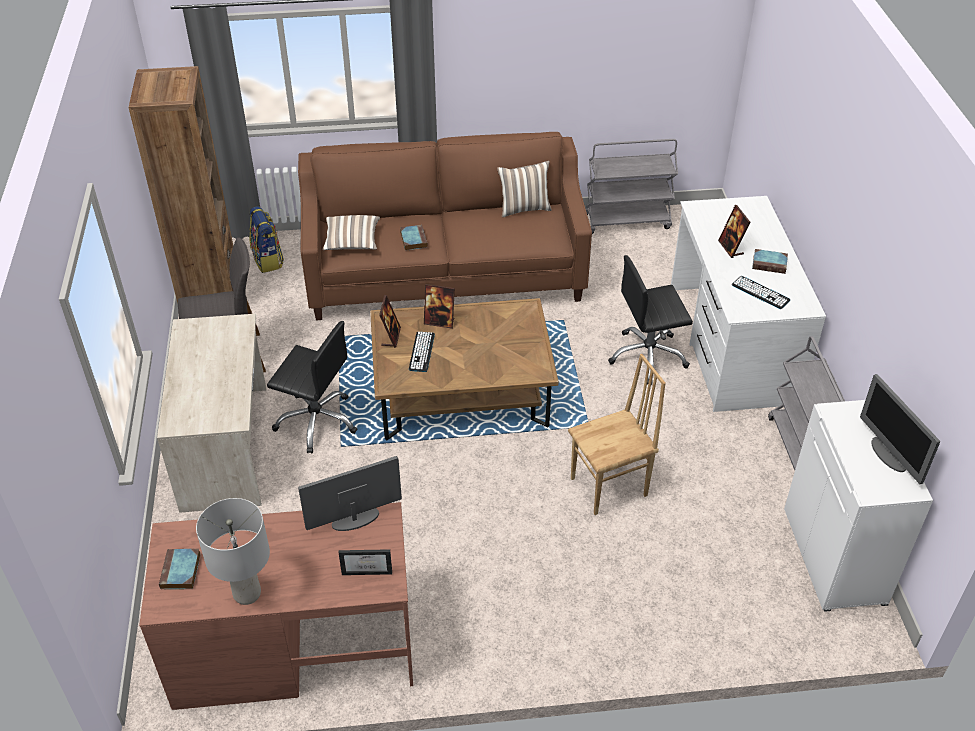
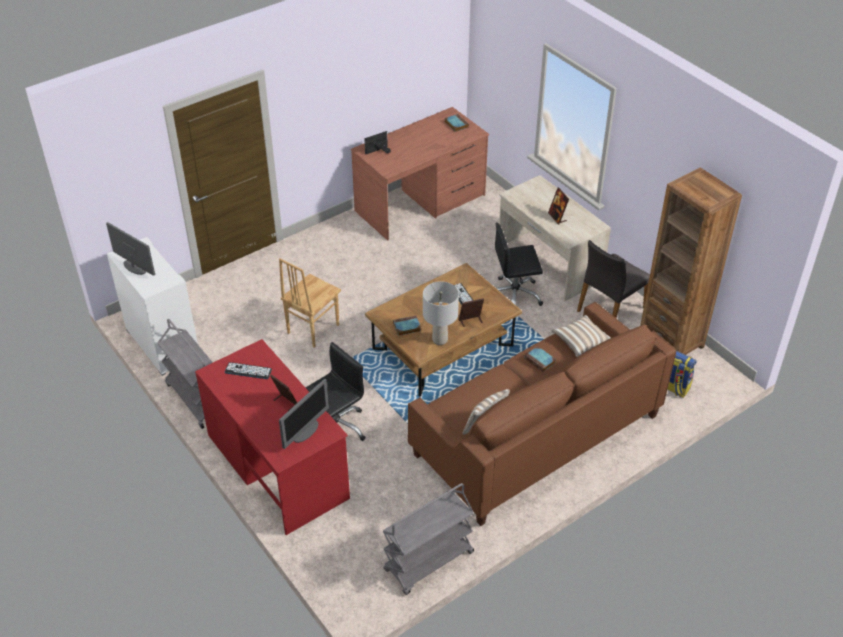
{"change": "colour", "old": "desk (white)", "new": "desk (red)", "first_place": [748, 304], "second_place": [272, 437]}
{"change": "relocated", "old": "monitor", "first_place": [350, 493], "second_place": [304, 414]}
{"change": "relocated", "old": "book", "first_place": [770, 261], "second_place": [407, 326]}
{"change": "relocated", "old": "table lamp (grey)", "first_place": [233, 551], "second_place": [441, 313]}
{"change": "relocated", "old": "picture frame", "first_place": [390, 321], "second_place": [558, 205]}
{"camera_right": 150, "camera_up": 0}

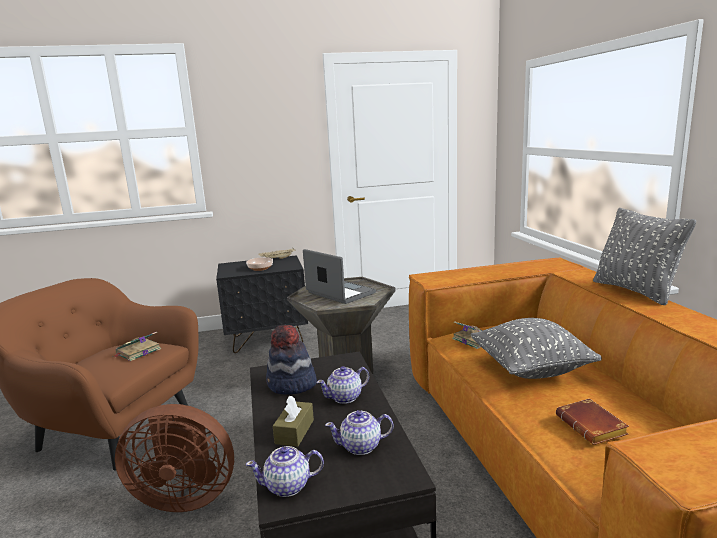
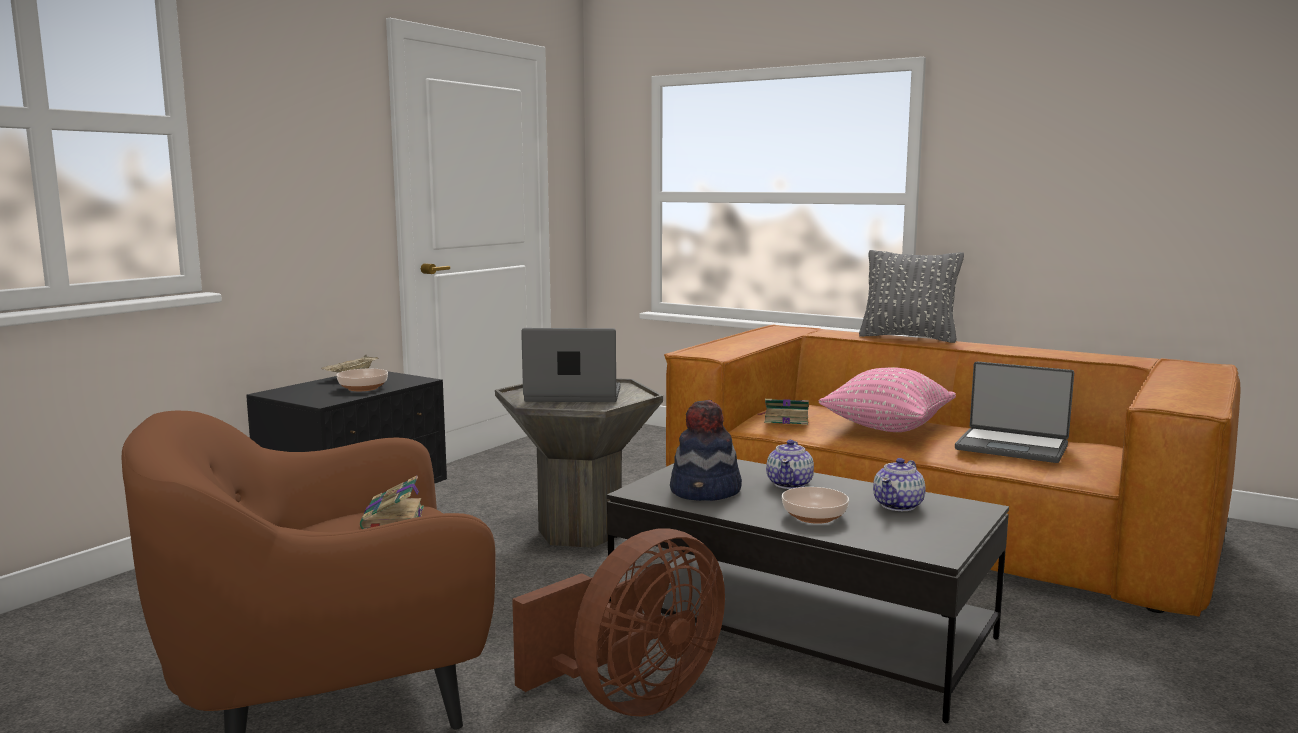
{"change": "exchanged", "old": "tissue box (brown)", "new": "bowl", "first_place": [293, 421], "second_place": [815, 505]}
{"change": "colour", "old": "pillow (grey)", "new": "pillow (pink)", "first_place": [536, 348], "second_place": [887, 399]}
{"change": "exchanged", "old": "book (brown)", "new": "laptop", "first_place": [592, 422], "second_place": [1014, 412]}
{"change": "missing", "old": "teapot", "first_place": [285, 471]}
{"camera_right": -45, "camera_up": -5}

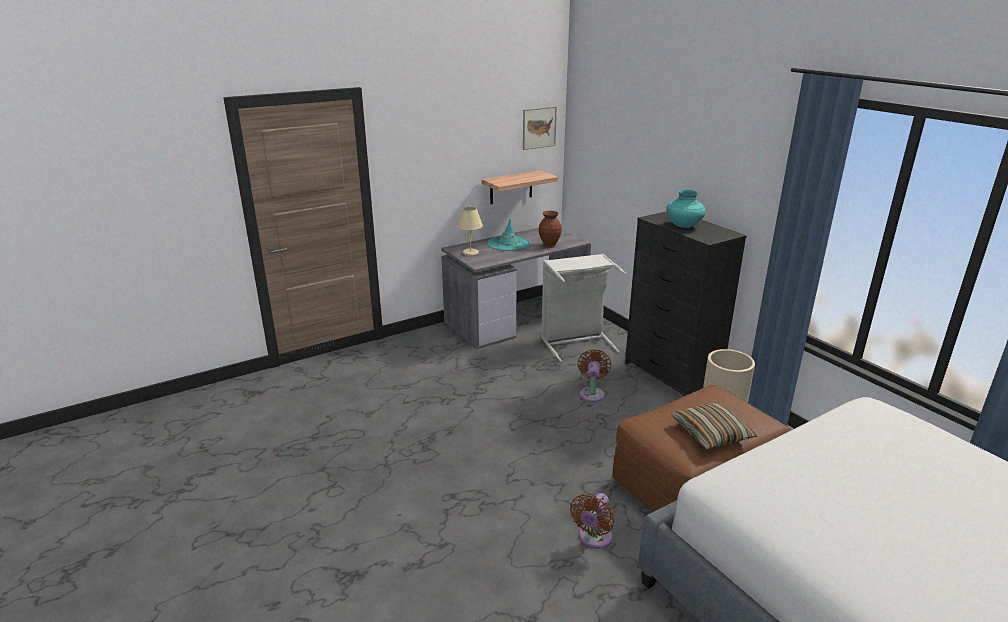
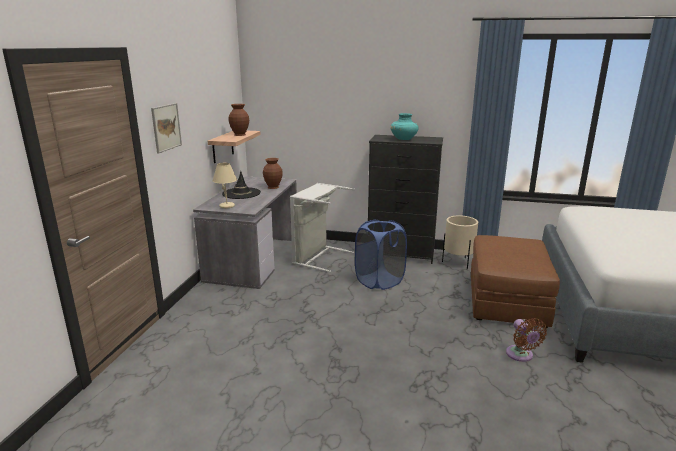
{"change": "relocated", "old": "picture", "first_place": [540, 128], "second_place": [166, 128]}
{"change": "colour", "old": "hat (turquoise)", "new": "hat (black)", "first_place": [508, 235], "second_place": [241, 185]}
{"change": "appeared", "new": "vase (brown)", "second_place": [239, 120]}
{"change": "exchanged", "old": "fan (brown)", "new": "laundry basket (blue)", "first_place": [594, 375], "second_place": [381, 255]}
{"change": "missing", "old": "pillow", "first_place": [714, 426]}
{"camera_right": -45, "camera_up": -5}

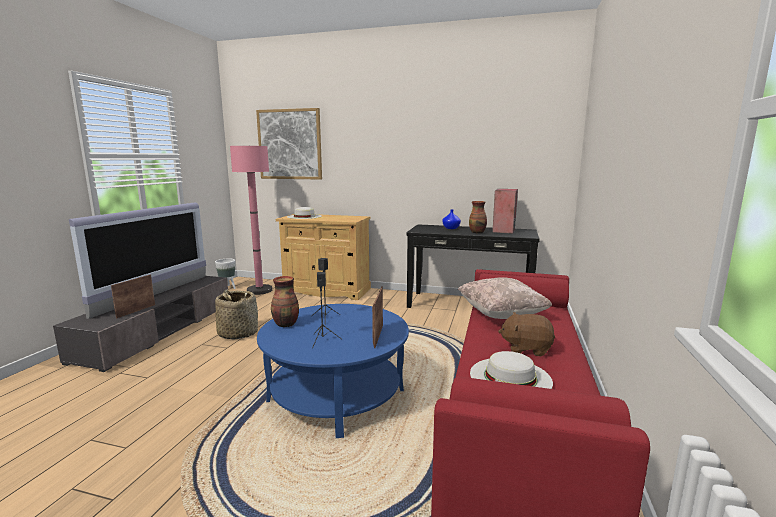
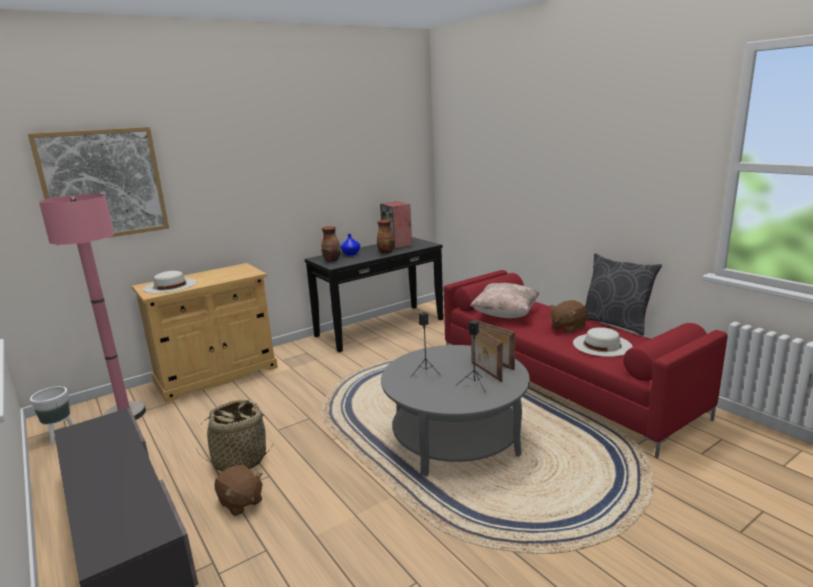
{"change": "appeared", "new": "plush toy (brown)", "second_place": [238, 490]}
{"change": "relocated", "old": "vase", "first_place": [285, 301], "second_place": [331, 244]}
{"change": "colour", "old": "coffee table (blue)", "new": "coffee table (grey)", "first_place": [333, 371], "second_place": [455, 411]}
{"change": "relocated", "old": "picture frame", "first_place": [133, 296], "second_place": [487, 356]}
{"change": "appeared", "new": "pillow (grey)", "second_place": [623, 294]}
{"change": "missing", "old": "television", "first_place": [137, 260]}
{"camera_right": -50, "camera_up": 5}

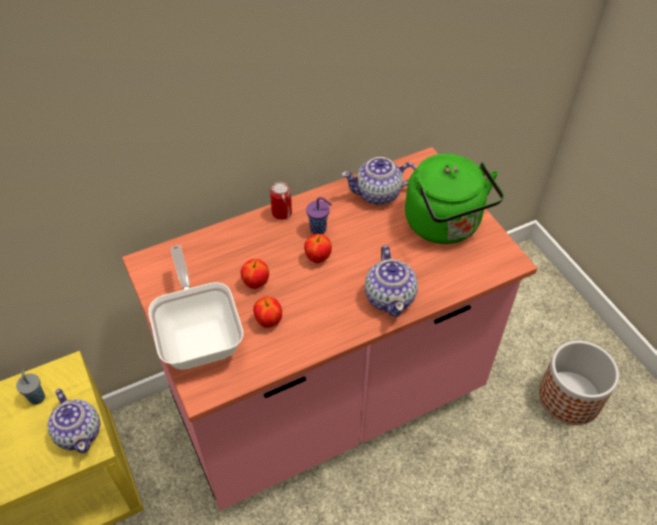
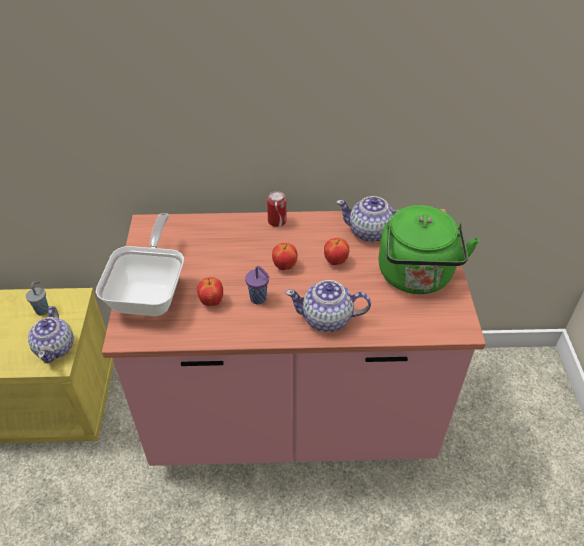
{"change": "relocated", "old": "cup (purple)", "first_place": [319, 215], "second_place": [257, 285]}
{"change": "spun", "old": "teapot", "first_place": [391, 281], "second_place": [328, 306], "degrees": 75}
{"change": "relocated", "old": "apple", "first_place": [255, 274], "second_place": [336, 251]}
{"change": "missing", "old": "planter", "first_place": [579, 383]}
{"camera_right": 25, "camera_up": -5}

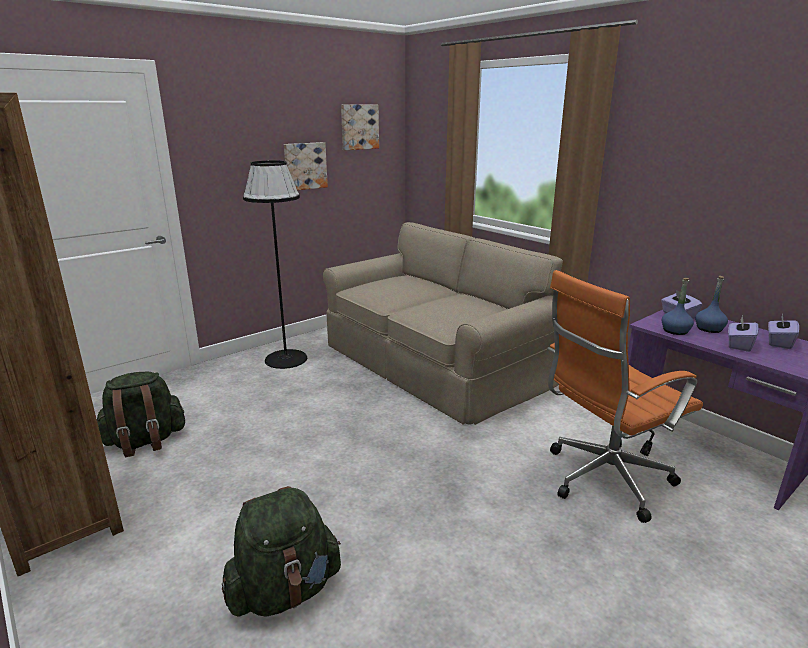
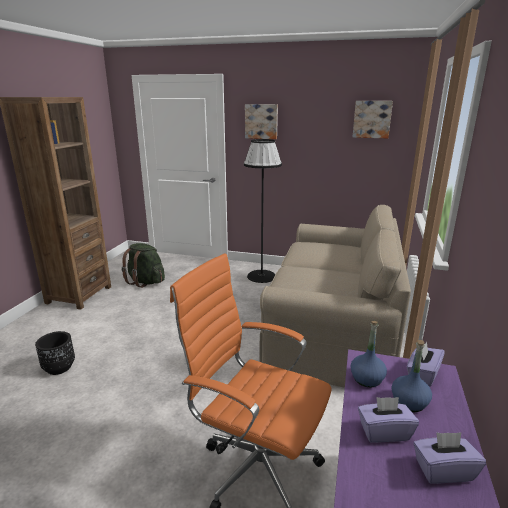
{"change": "exchanged", "old": "backpack (green)", "new": "planter (black)", "first_place": [281, 551], "second_place": [55, 353]}
{"change": "relocated", "old": "picture", "first_place": [306, 166], "second_place": [261, 121]}
{"camera_right": 55, "camera_up": 0}

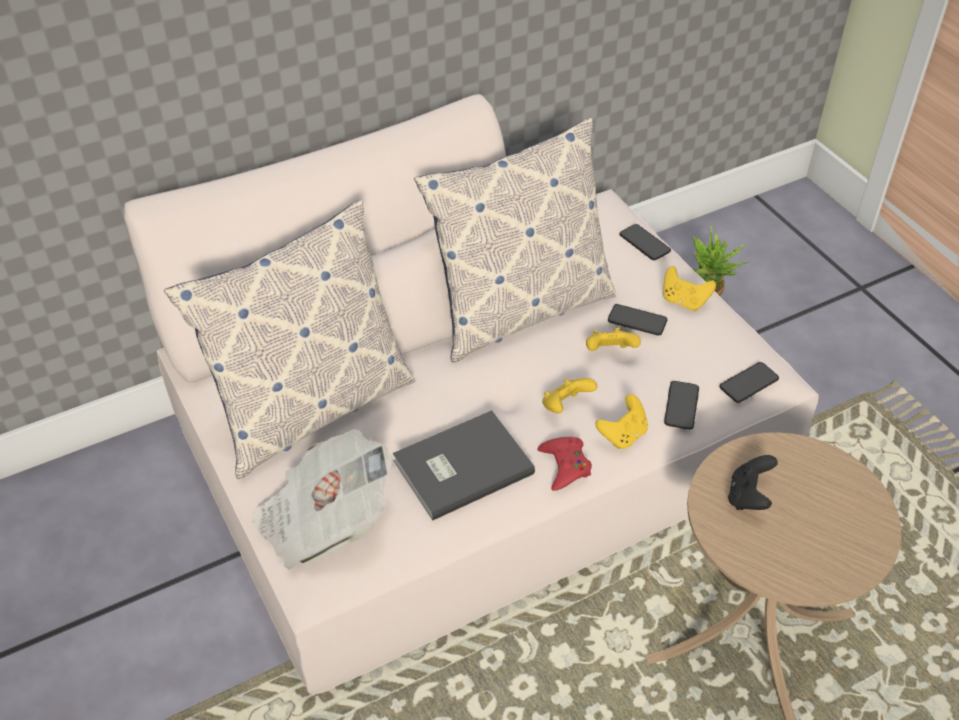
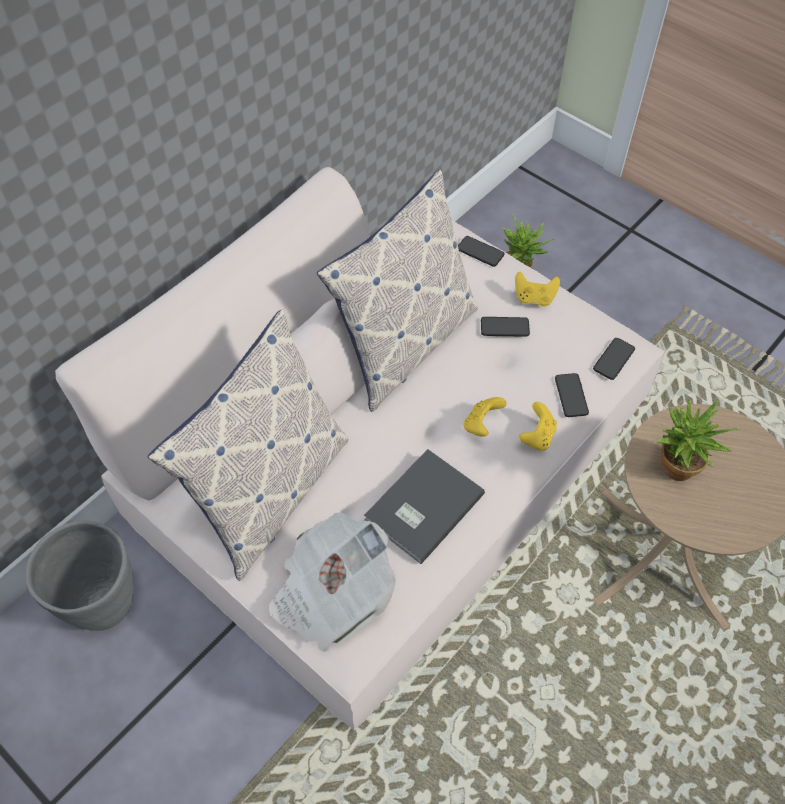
{"change": "appeared", "new": "planter (grey)", "second_place": [79, 576]}
{"change": "exchanged", "old": "game controller (black)", "new": "potted plant", "first_place": [753, 482], "second_place": [699, 440]}
{"change": "missing", "old": "game controller (red)", "first_place": [564, 464]}
{"change": "missing", "old": "game controller (yellow)", "first_place": [613, 339]}
{"camera_right": -20, "camera_up": 10}

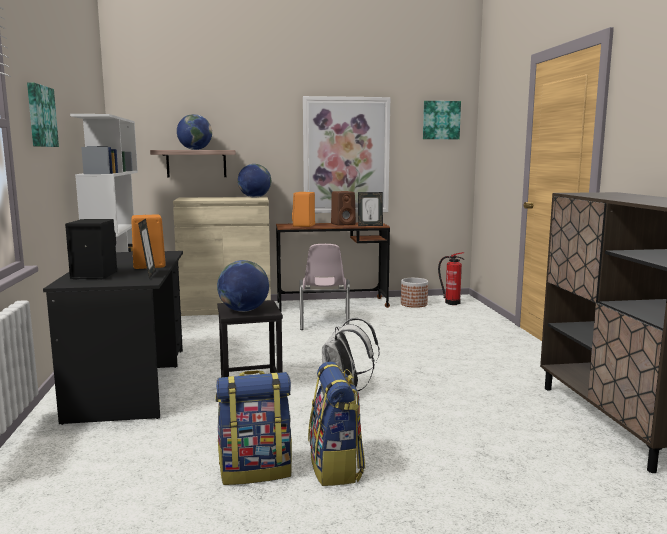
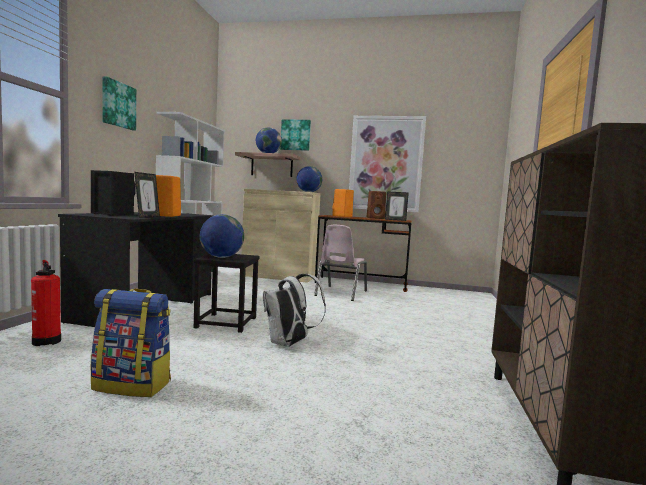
{"change": "relocated", "old": "fire extinguisher", "first_place": [451, 278], "second_place": [46, 303]}
{"change": "relocated", "old": "picture", "first_place": [442, 120], "second_place": [295, 135]}
{"change": "missing", "old": "backpack", "first_place": [336, 423]}
{"change": "missing", "old": "planter", "first_place": [414, 293]}
{"camera_right": 20, "camera_up": -5}

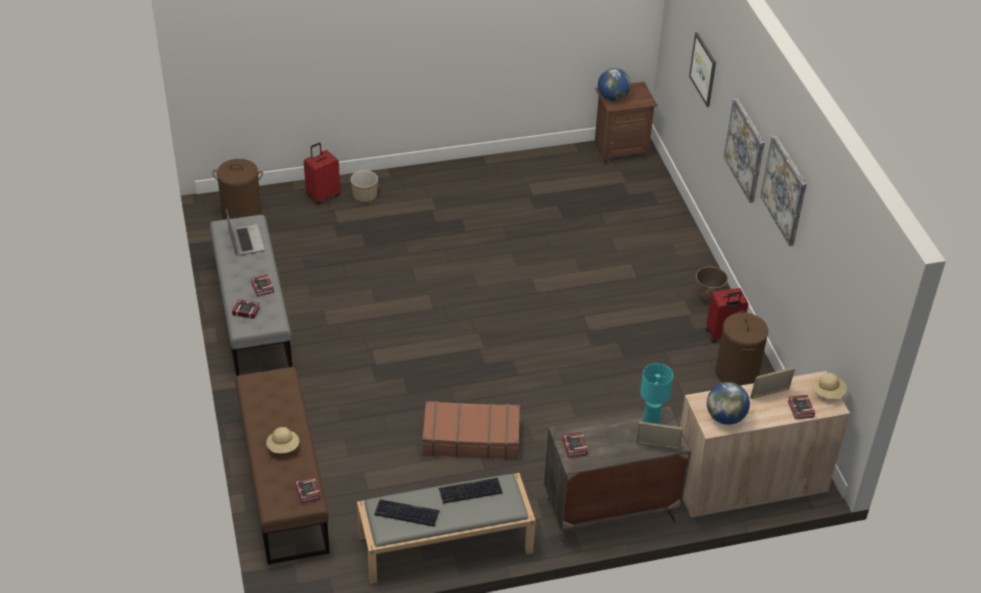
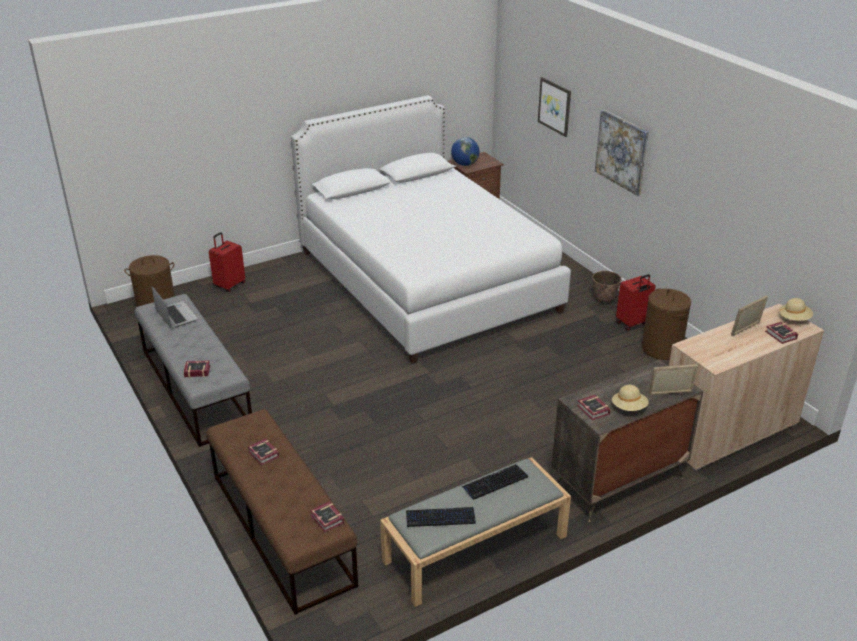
{"change": "relocated", "old": "book", "first_place": [262, 285], "second_place": [263, 452]}
{"change": "appeared", "new": "bed (white)", "second_place": [431, 229]}
{"change": "relocated", "old": "hat (beige)", "first_place": [282, 440], "second_place": [630, 398]}
{"change": "missing", "old": "planter", "first_place": [364, 186]}
{"change": "missing", "old": "suitcase (brown)", "first_place": [471, 430]}
{"change": "missing", "old": "table lamp (turquoise)", "first_place": [656, 393]}
{"change": "missing", "old": "globe", "first_place": [728, 403]}
{"change": "missing", "old": "picture", "first_place": [783, 190]}
{"camera_right": -15, "camera_up": -10}

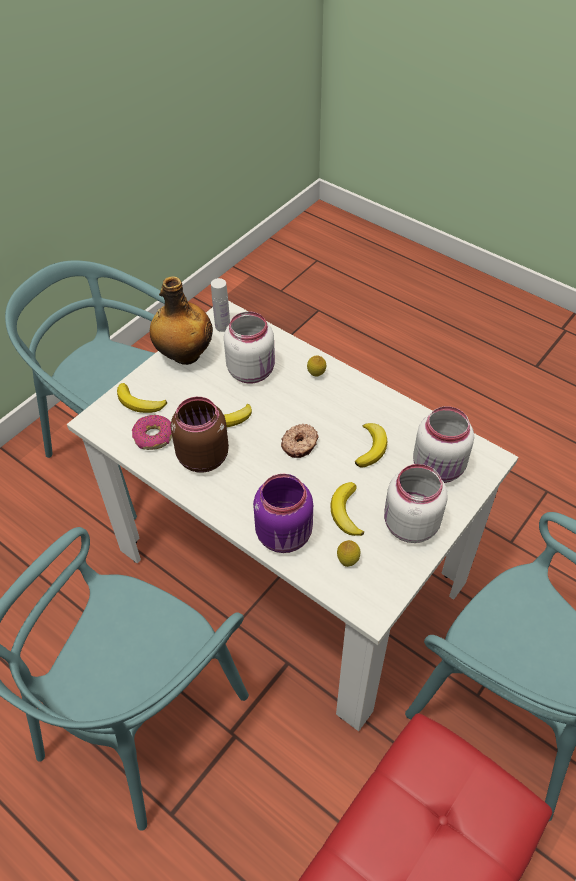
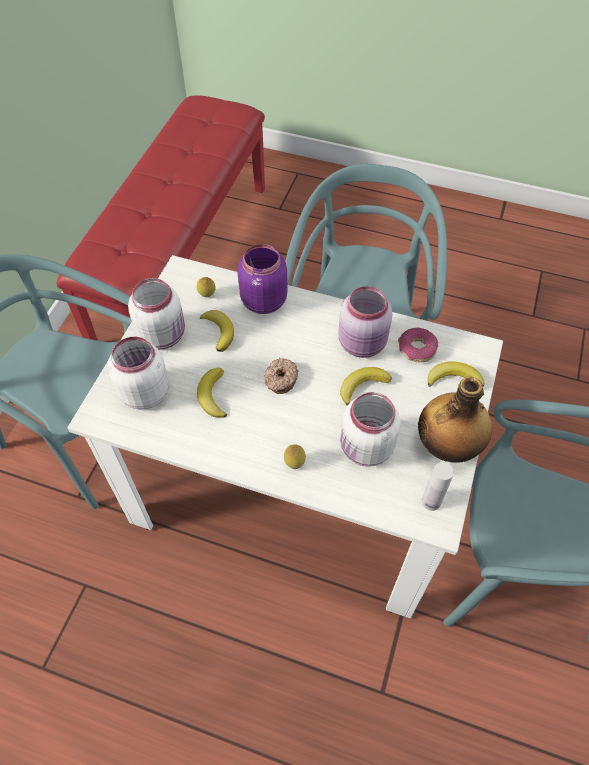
{"change": "colour", "old": "jar (brown)", "new": "jar (pink)", "first_place": [200, 435], "second_place": [365, 322]}
{"camera_right": 160, "camera_up": 5}

